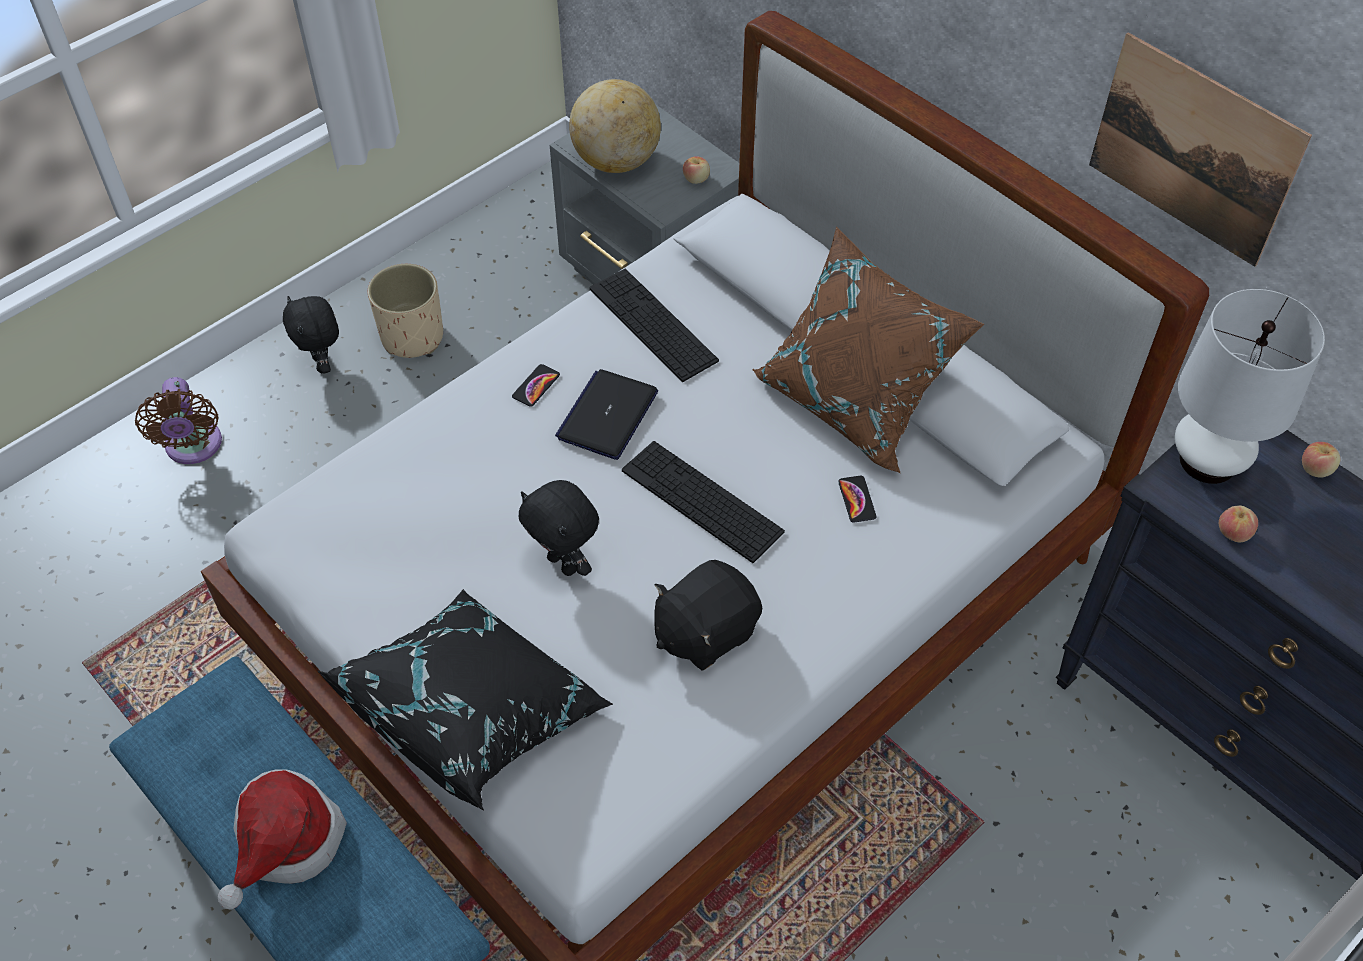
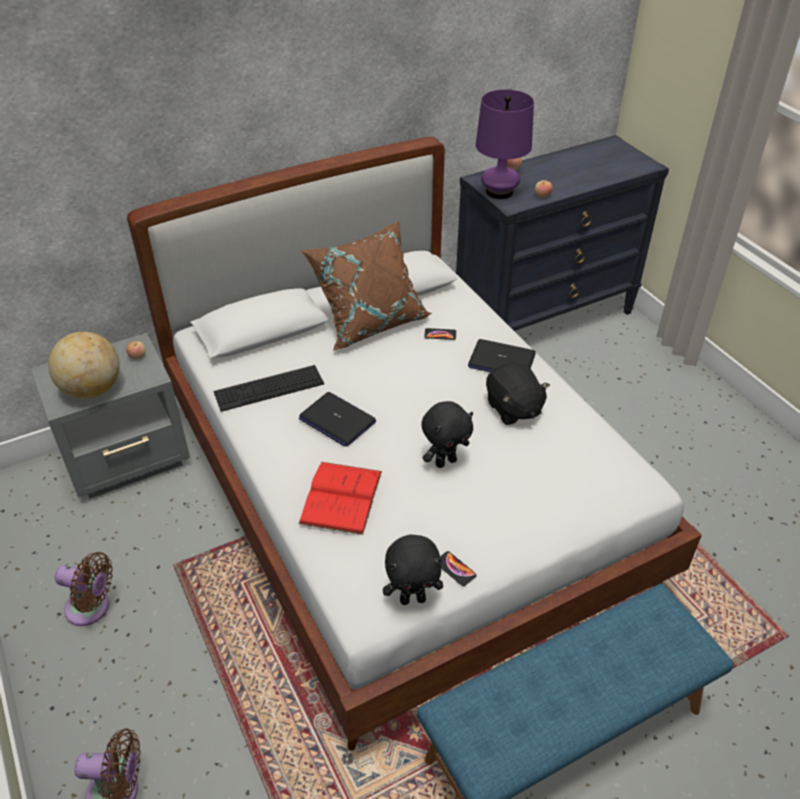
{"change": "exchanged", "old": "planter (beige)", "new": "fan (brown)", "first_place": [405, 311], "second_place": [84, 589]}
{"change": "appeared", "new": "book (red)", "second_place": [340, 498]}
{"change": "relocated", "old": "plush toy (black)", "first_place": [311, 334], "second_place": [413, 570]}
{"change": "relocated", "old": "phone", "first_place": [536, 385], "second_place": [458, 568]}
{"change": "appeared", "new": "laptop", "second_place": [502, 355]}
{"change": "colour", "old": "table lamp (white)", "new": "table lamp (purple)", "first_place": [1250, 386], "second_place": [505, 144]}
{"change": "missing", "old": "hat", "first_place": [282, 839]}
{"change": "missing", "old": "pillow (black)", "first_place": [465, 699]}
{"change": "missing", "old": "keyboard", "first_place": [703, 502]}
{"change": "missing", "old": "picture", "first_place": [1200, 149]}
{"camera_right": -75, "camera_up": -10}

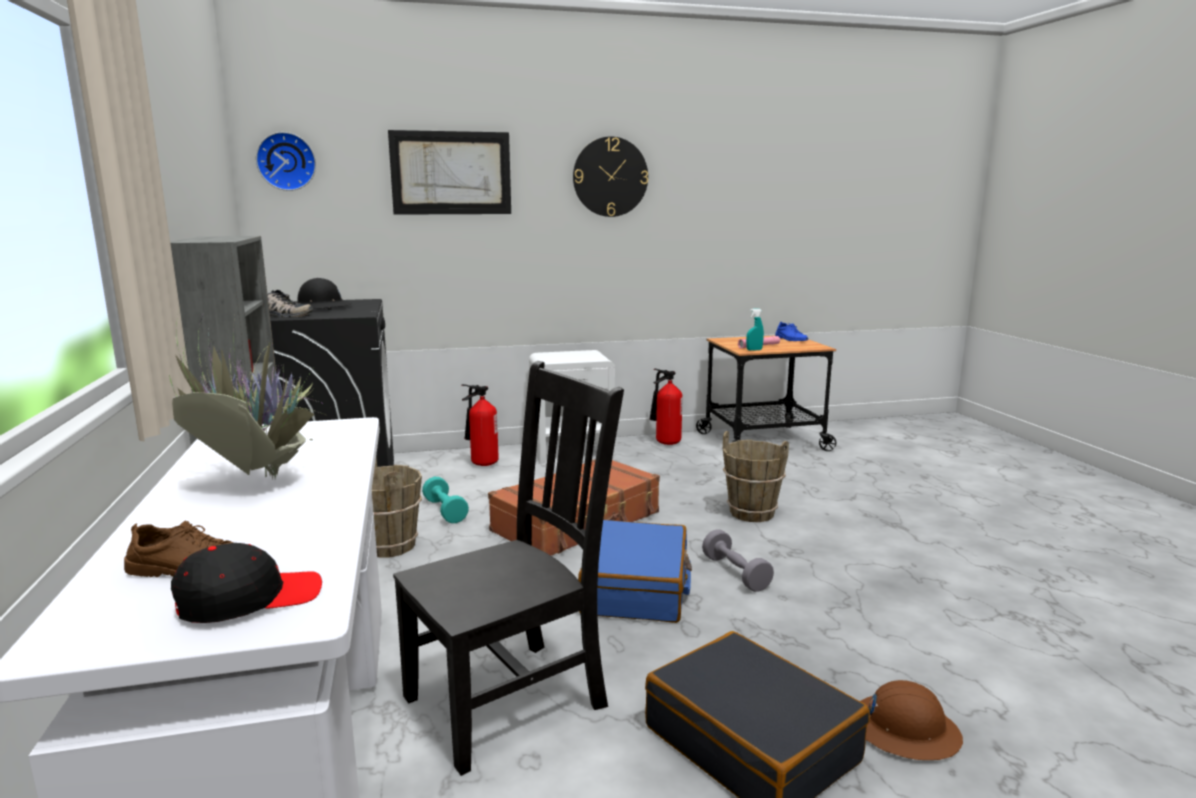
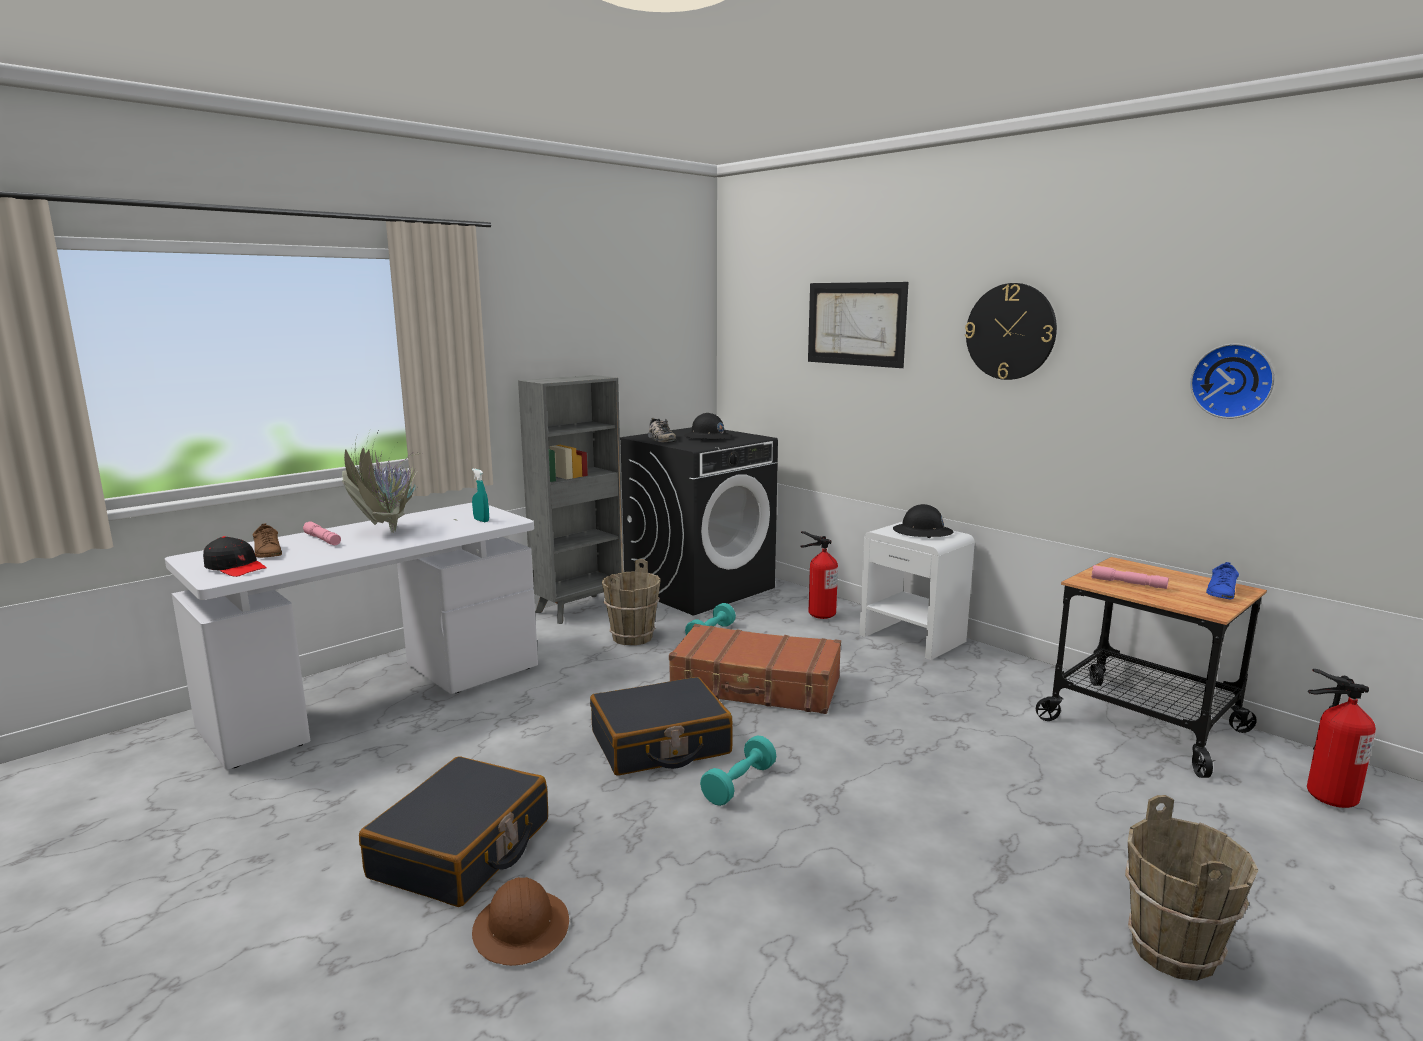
{"change": "appeared", "new": "flashlight (pink)", "second_place": [322, 533]}
{"change": "relocated", "old": "spray bottle (turquoise)", "first_place": [755, 329], "second_place": [480, 495]}
{"change": "colour", "old": "suitcase (blue)", "new": "suitcase (black)", "first_place": [635, 571], "second_place": [661, 726]}
{"change": "colour", "old": "dumbbell (grey)", "new": "dumbbell (turquoise)", "first_place": [738, 561], "second_place": [738, 770]}
{"change": "appeared", "new": "hard hat (black)", "second_place": [923, 521]}
{"change": "relocated", "old": "bucket (brown)", "first_place": [756, 476], "second_place": [1191, 888]}
{"change": "relocated", "old": "wall clock", "first_place": [286, 161], "second_place": [1232, 381]}
{"change": "relocated", "old": "fire extinguisher", "first_place": [666, 407], "second_place": [1341, 738]}
{"change": "missing", "old": "chair (black)", "first_place": [508, 568]}
{"camera_right": 60, "camera_up": 0}

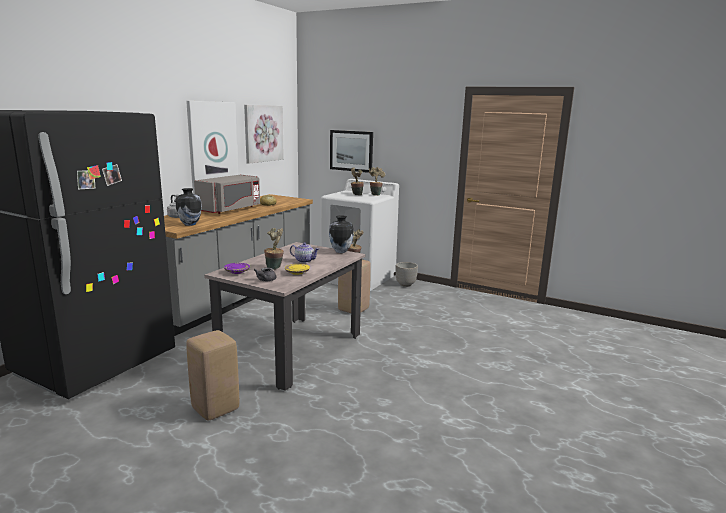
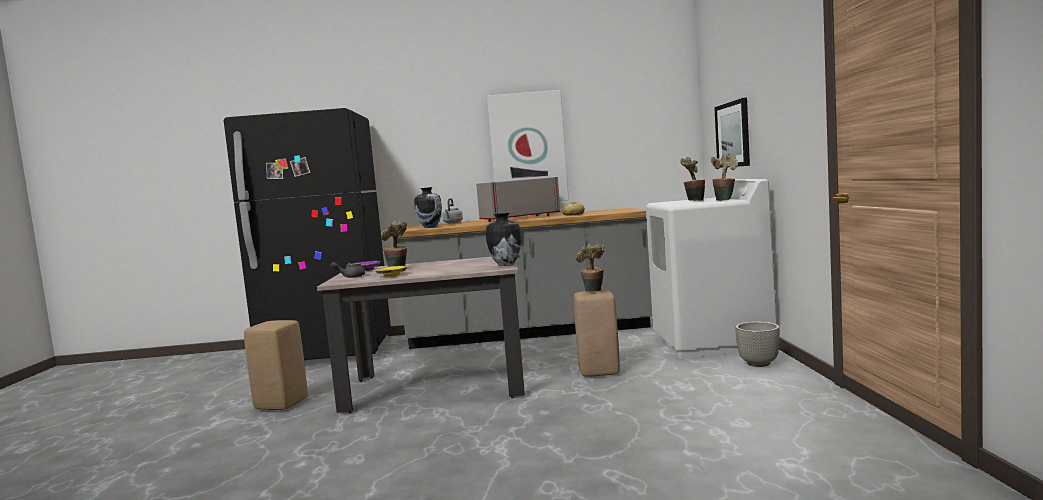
{"change": "spun", "old": "microwave (grey)", "first_place": [227, 194], "second_place": [518, 199], "degrees": 150}
{"change": "missing", "old": "picture", "first_place": [264, 134]}
{"change": "missing", "old": "teapot", "first_place": [304, 252]}
{"camera_right": 60, "camera_up": -10}

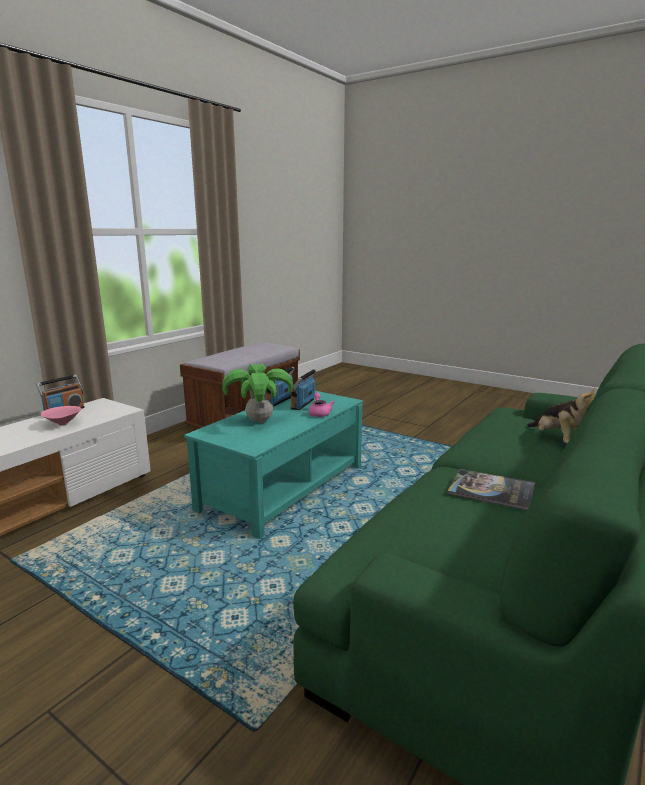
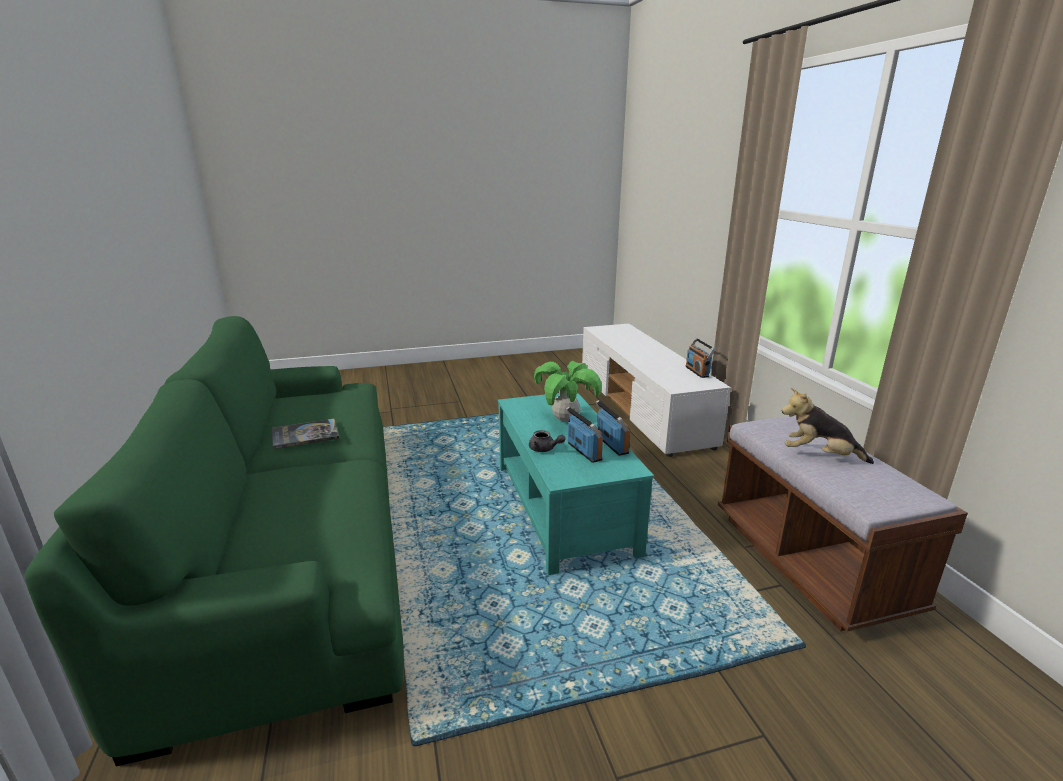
{"change": "colour", "old": "teapot (pink)", "new": "teapot (grey)", "first_place": [322, 404], "second_place": [547, 441]}
{"change": "relocated", "old": "plush toy", "first_place": [561, 415], "second_place": [828, 426]}
{"change": "missing", "old": "bowl (pink)", "first_place": [61, 416]}
{"camera_right": 130, "camera_up": 5}

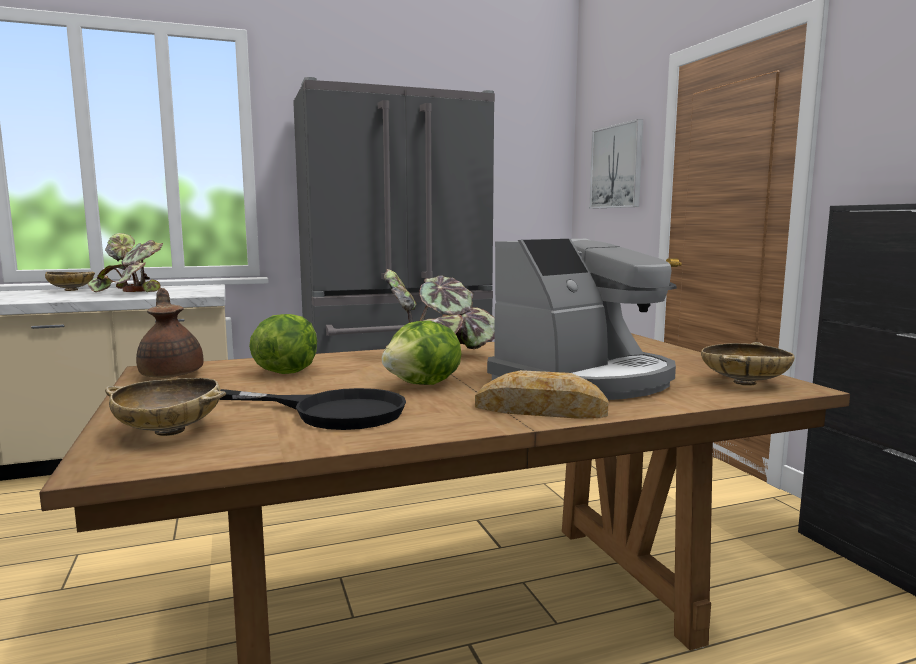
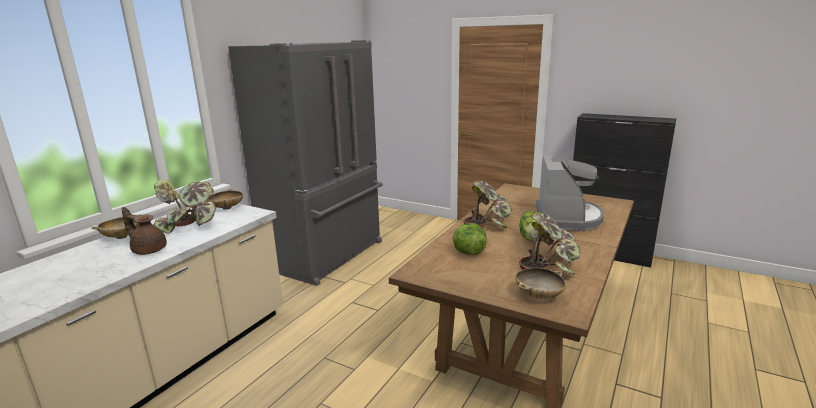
{"change": "relocated", "old": "teapot (brown)", "first_place": [170, 333], "second_place": [144, 231]}
{"change": "relocated", "old": "bowl (beige)", "first_place": [747, 364], "second_place": [225, 199]}
{"change": "exchanged", "old": "frying pan (black)", "new": "potted plant", "first_place": [312, 409], "second_place": [550, 244]}
{"change": "missing", "old": "bread", "first_place": [541, 394]}
{"change": "missing", "old": "picture", "first_place": [616, 164]}
{"camera_right": -40, "camera_up": 10}

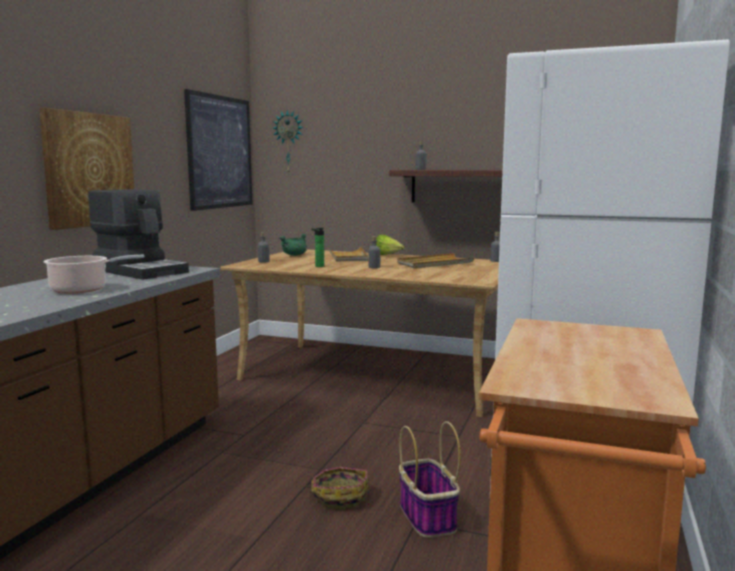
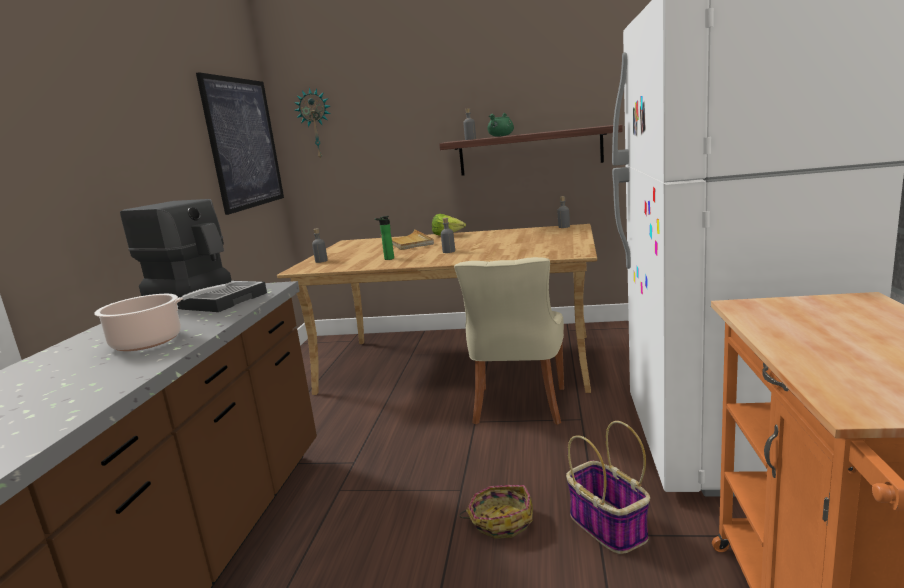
{"change": "appeared", "new": "chair (beige)", "second_place": [509, 341]}
{"change": "relocated", "old": "cooking pot (green)", "first_place": [293, 245], "second_place": [500, 125]}
{"change": "missing", "old": "picture", "first_place": [86, 169]}
{"change": "missing", "old": "tray (beige)", "first_place": [436, 261]}
{"camera_right": -10, "camera_up": 5}

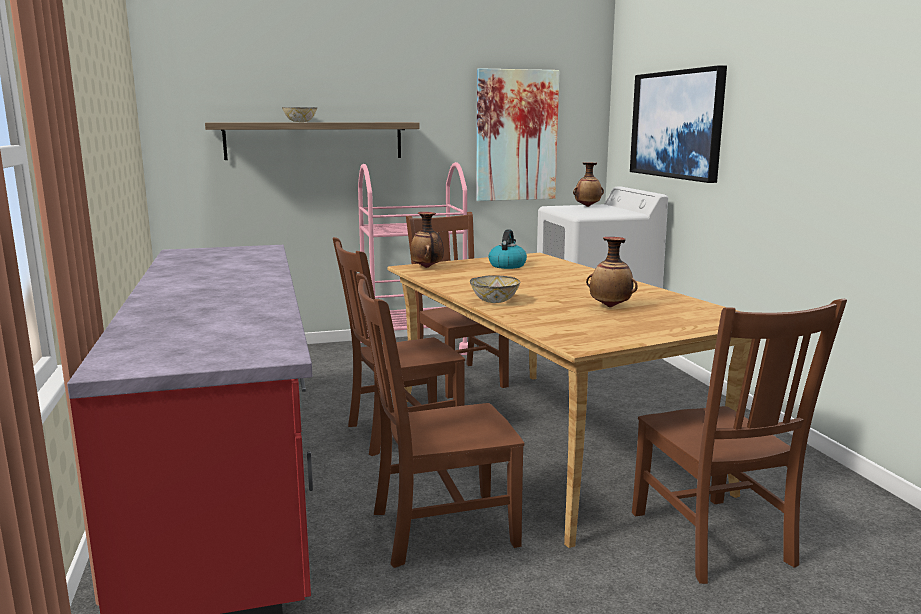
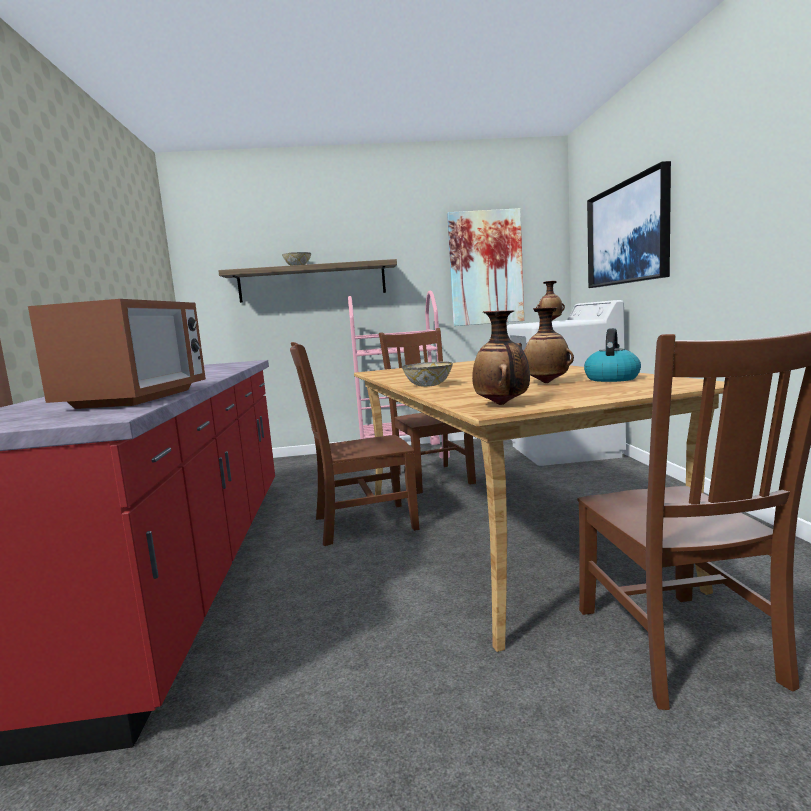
{"change": "appeared", "new": "microwave", "second_place": [117, 354]}
{"change": "relocated", "old": "vase", "first_place": [427, 240], "second_place": [501, 357]}
{"change": "relocated", "old": "kettle", "first_place": [507, 249], "second_place": [612, 355]}
{"change": "missing", "old": "chair (brown)", "first_place": [440, 420]}
{"camera_right": 10, "camera_up": -5}

